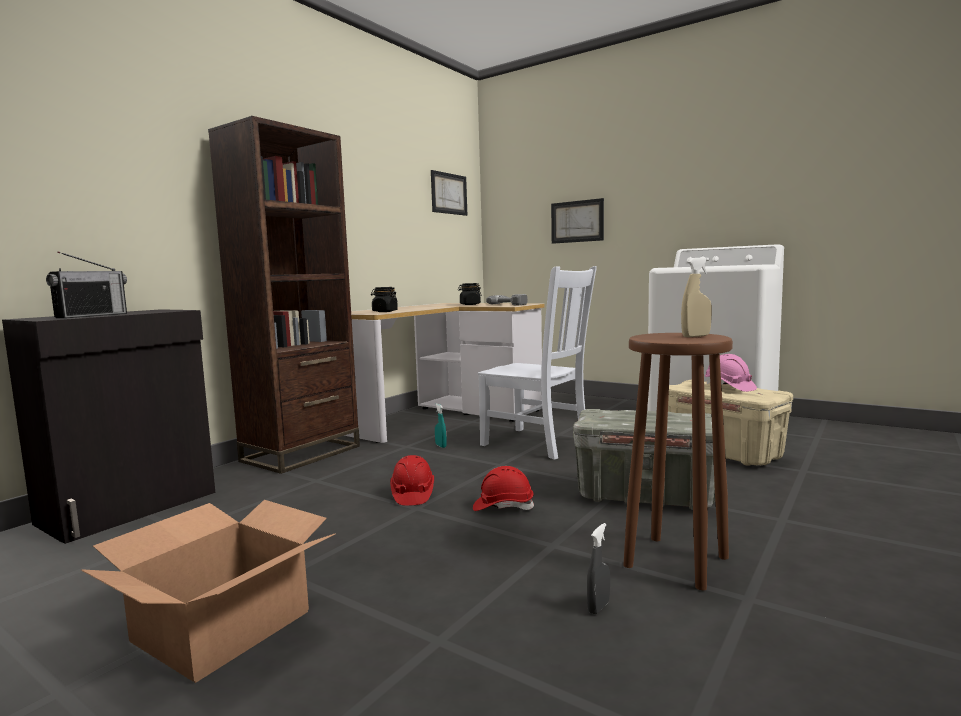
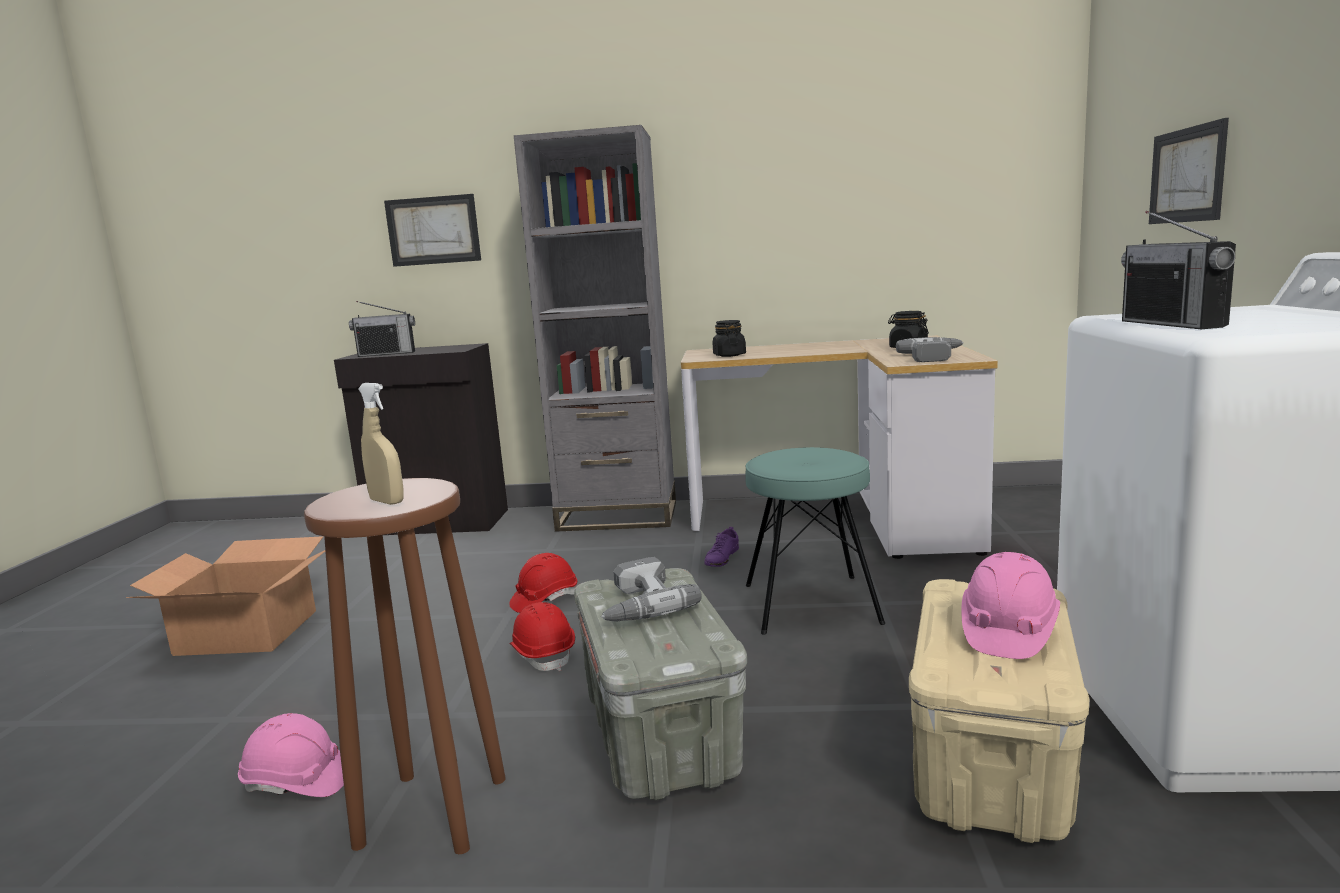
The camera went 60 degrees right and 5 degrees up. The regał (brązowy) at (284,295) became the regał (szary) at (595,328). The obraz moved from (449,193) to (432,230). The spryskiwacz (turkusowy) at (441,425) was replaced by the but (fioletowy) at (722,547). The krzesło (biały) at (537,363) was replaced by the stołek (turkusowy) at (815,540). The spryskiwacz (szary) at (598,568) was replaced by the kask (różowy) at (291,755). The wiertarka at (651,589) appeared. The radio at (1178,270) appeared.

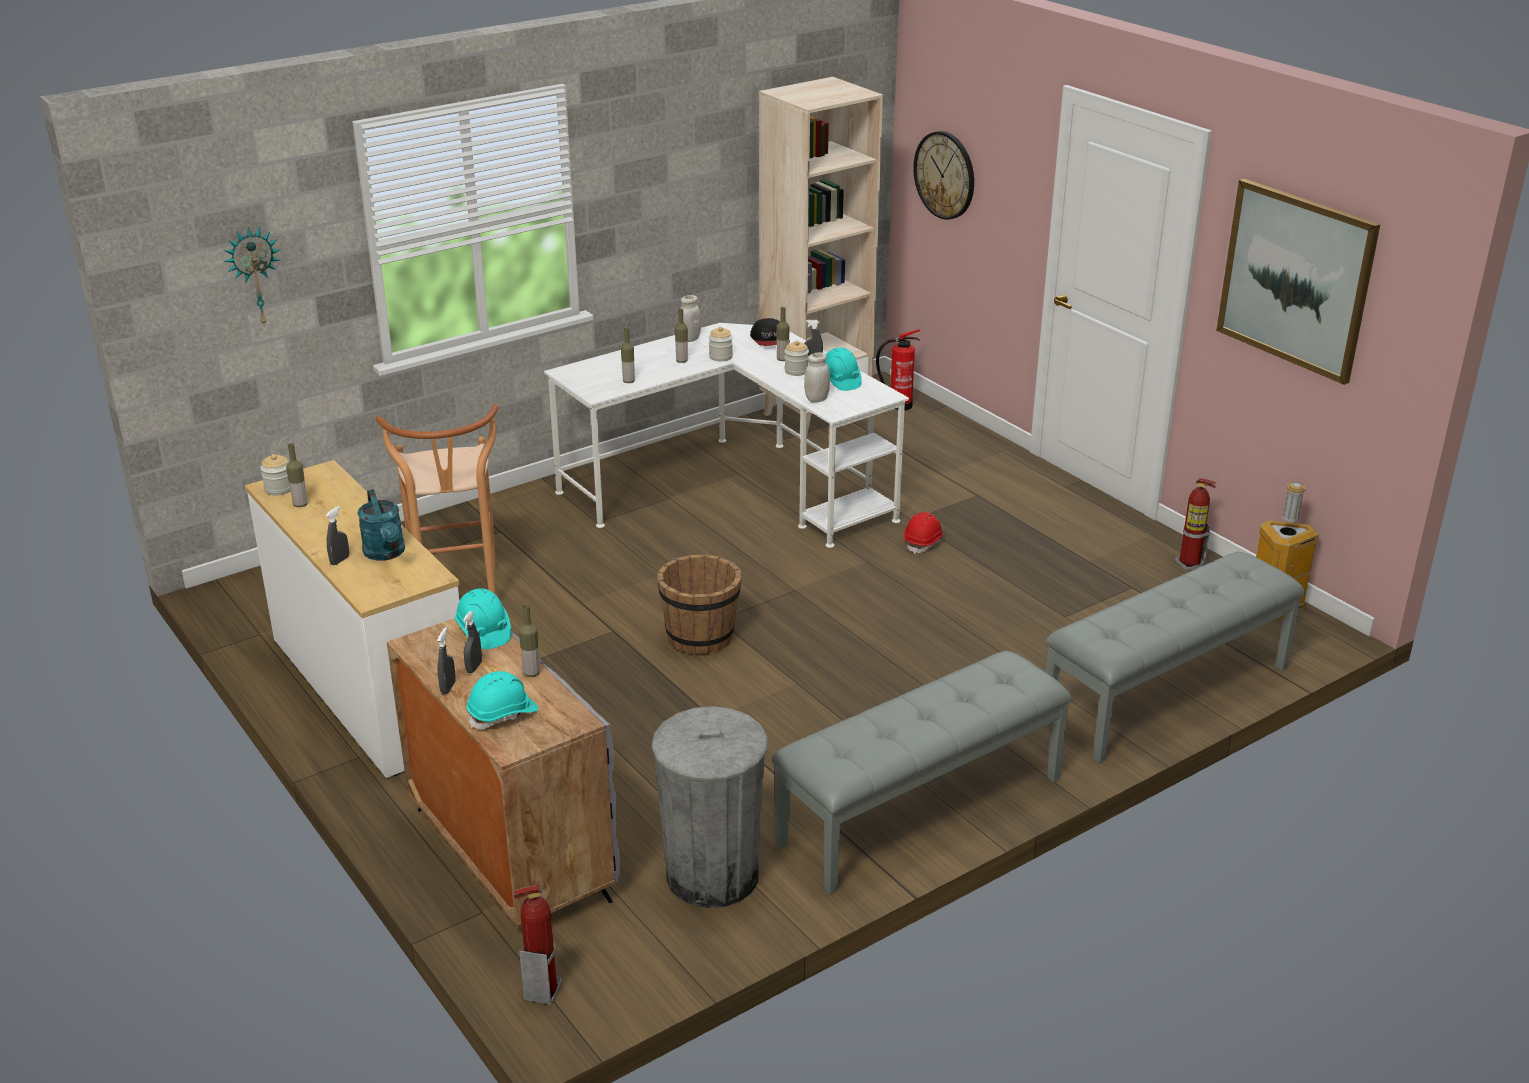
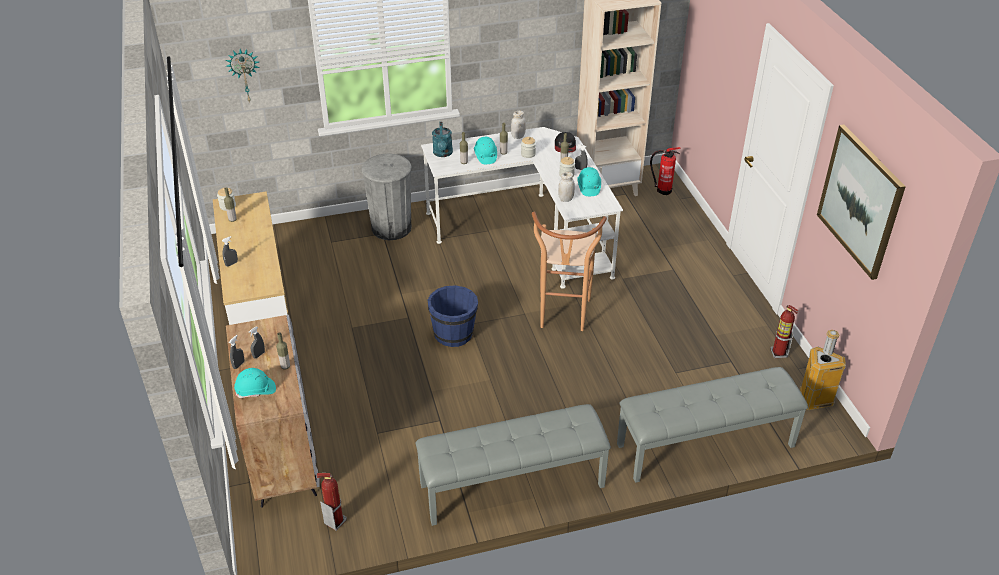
The camera went 20 degrees right and 10 degrees up. The konewka (turkusowy) moved from (381,525) to (442,139). The stołek (brązowy) moved from (437,499) to (569,271). The kask (turkusowy) moved from (483,618) to (485,150). The gaśnica moved from (537,945) to (332,502). The kosz na śmieci (szary) moved from (710,807) to (386,196). The wiadro (brązowy) at (699,604) became the wiadro (niebieski) at (453,316). The kask (czerwony) at (924,533) disappeared. The zegar ścienny at (943,175) disappeared.

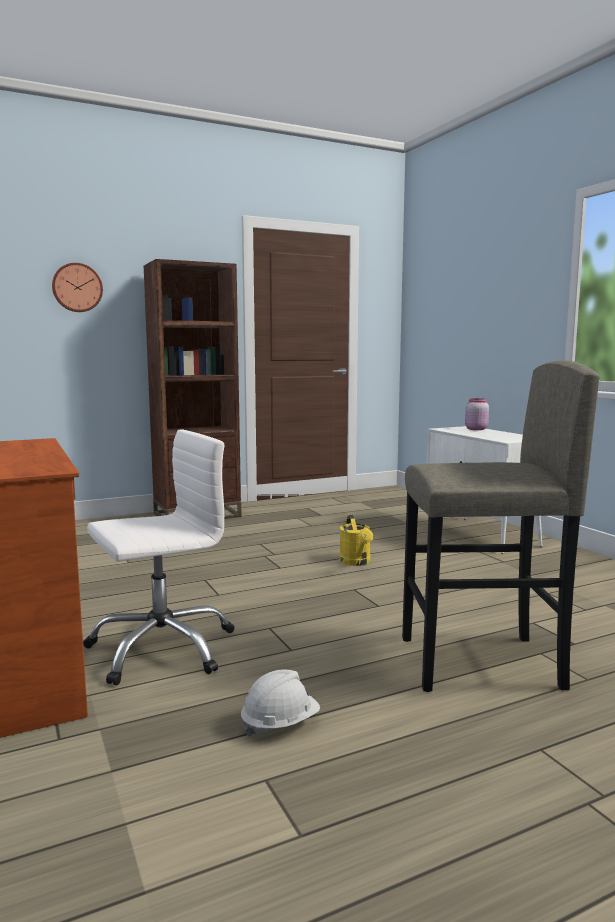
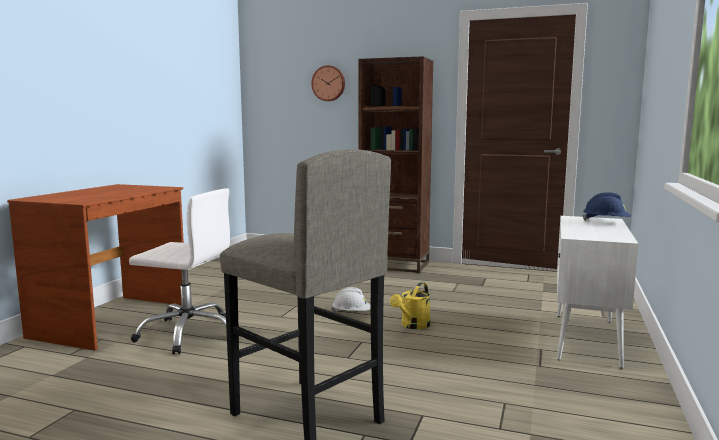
The camera went 45 degrees right and 0 degrees up. The kask (biały) moved from (280,703) to (351,300). The słoik (różowy) at (477,414) was replaced by the kask (niebieski) at (606,206).

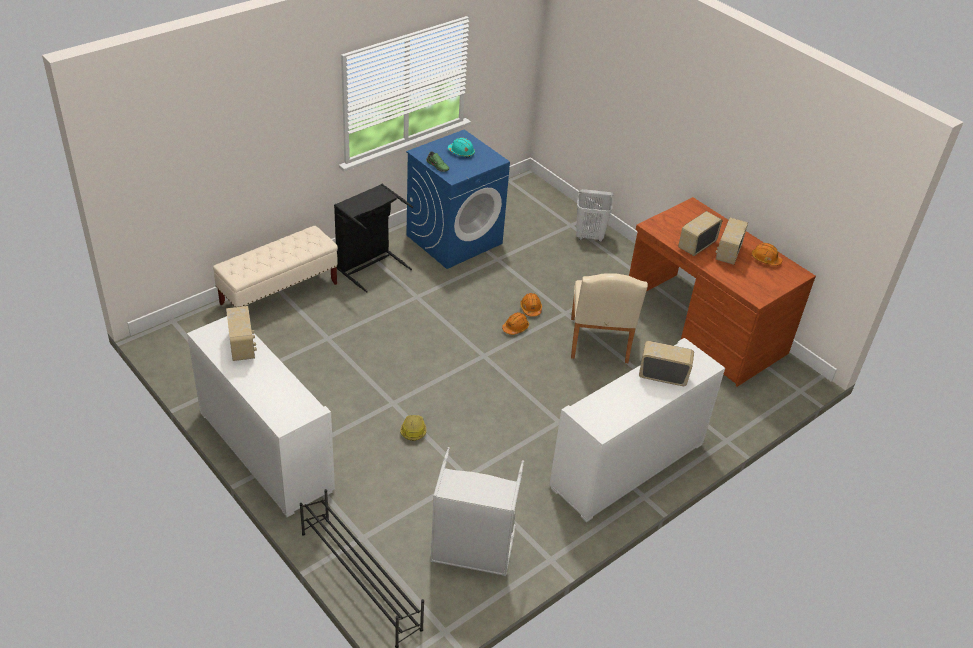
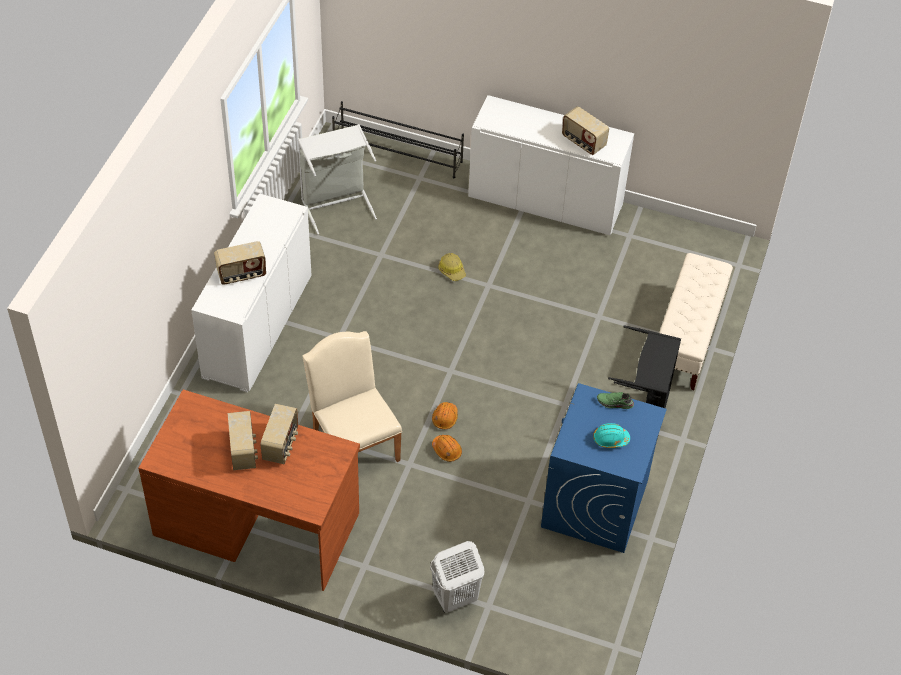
The camera went 150 degrees right and 10 degrees up. The kask (pomarańczowy) at (766,254) disappeared.

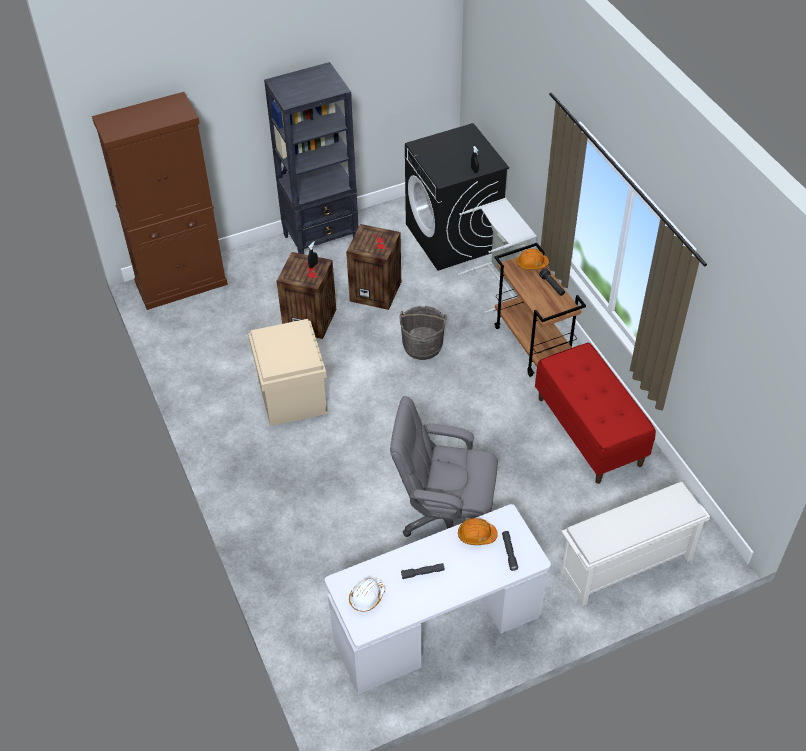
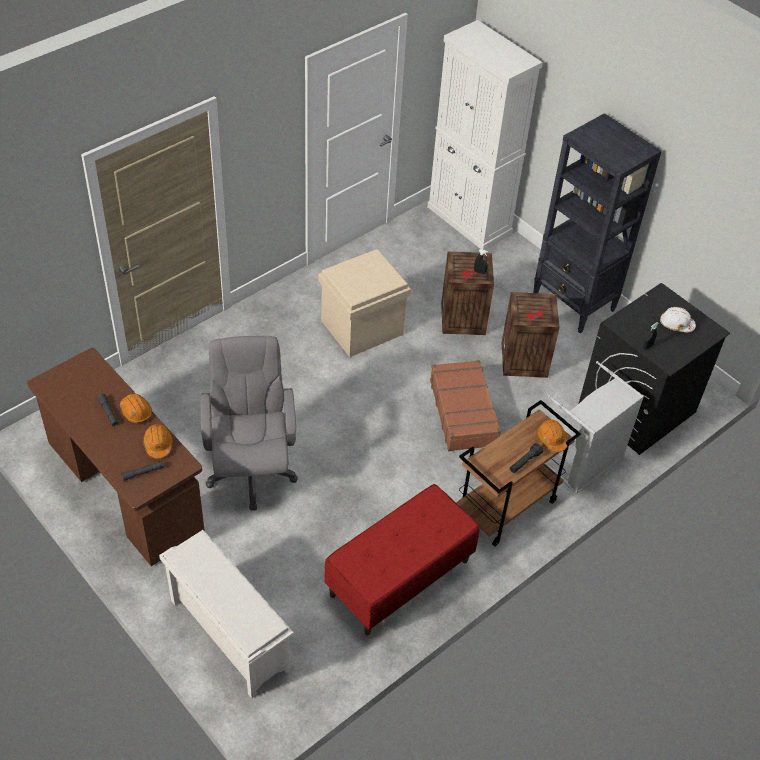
The camera went 70 degrees right and 0 degrees up. The szafka (brązowy) at (160,201) became the szafka (biały) at (485,135). The biurko (biały) at (438,599) became the biurko (brązowy) at (116,457). The kask (biały) moved from (367,595) to (678,319). The wiadro (szary) at (423,333) was replaced by the walizka (brązowy) at (465,405). The kask (pomarańczowy) at (136,408) appeared.

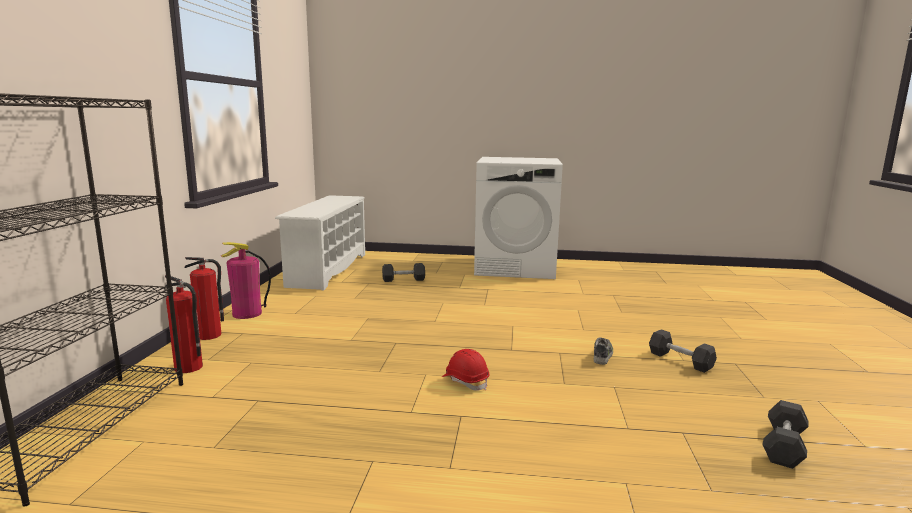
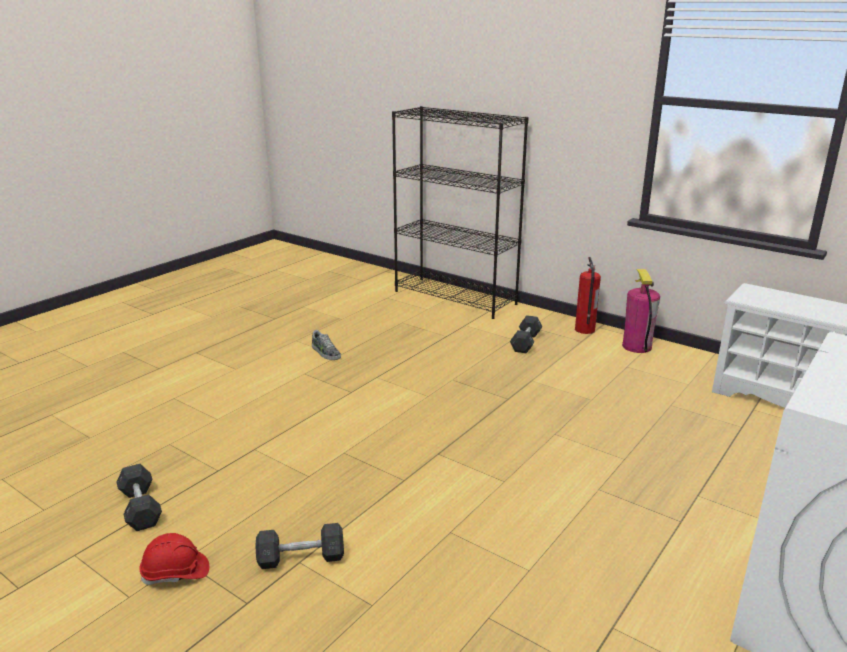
The camera went 120 degrees right and 10 degrees up. The gaśnica at (184,324) disappeared. The hantel (szary) moved from (403,272) to (526,334). The kask (czerwony) moved from (466,370) to (174,559). The but moved from (603,351) to (326,345).

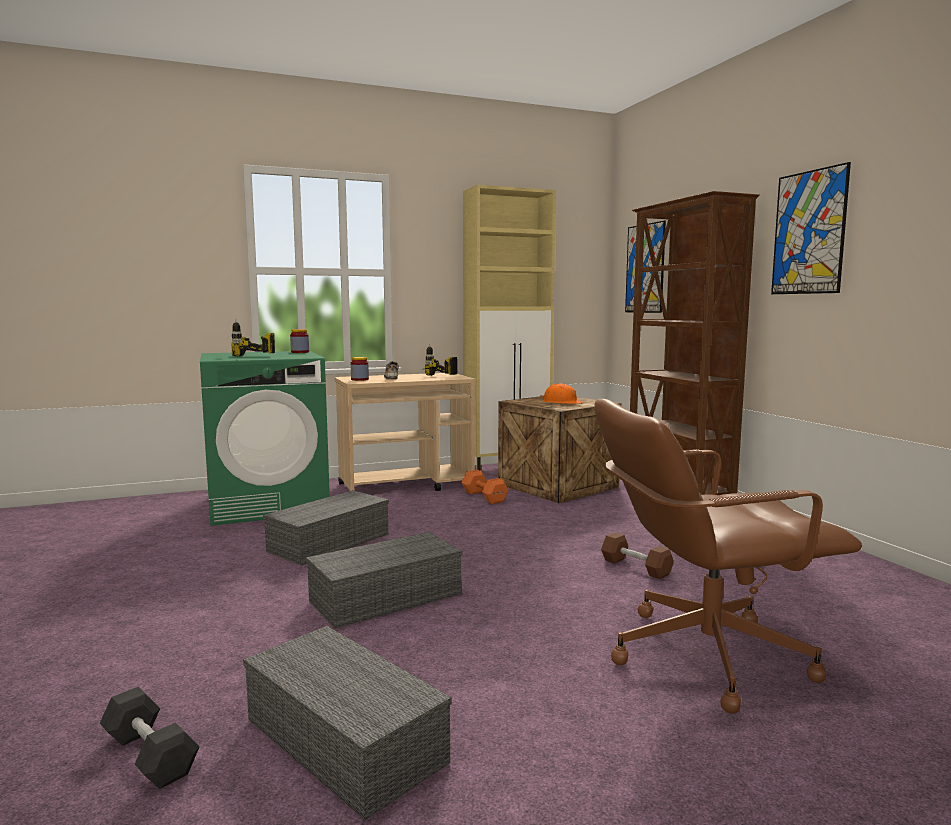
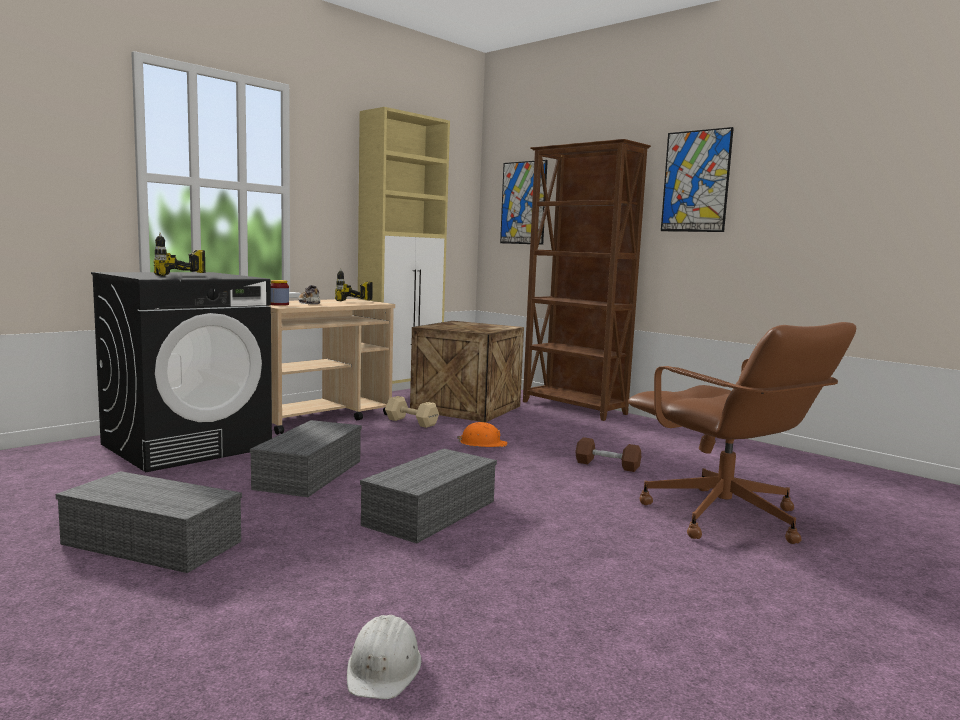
The camera went 25 degrees left and 0 degrees up. The hantel (czarny) at (150,738) was replaced by the kask (biały) at (384,657). The pralka (zielony) at (265,438) became the pralka (czarny) at (181,372). The pojemnik do przechowywania (szary) moved from (347,723) to (149,522). The słoik at (299,341) disappeared. The hantel (pomarańczowy) at (485,487) became the hantel (beżowy) at (412,412). The kask (pomarańczowy) moved from (562,393) to (482,434). The krzesło biurowe (brązowy) at (728,556) turned 90 degrees counterclockwise.

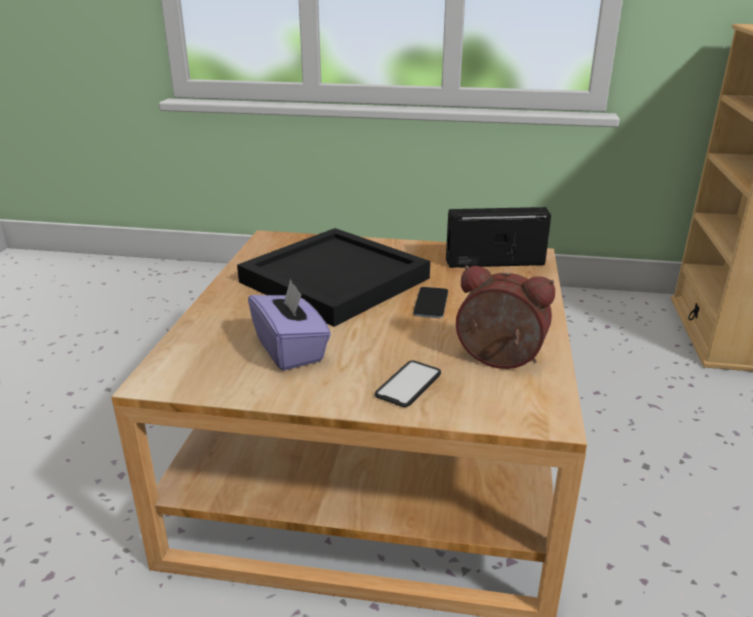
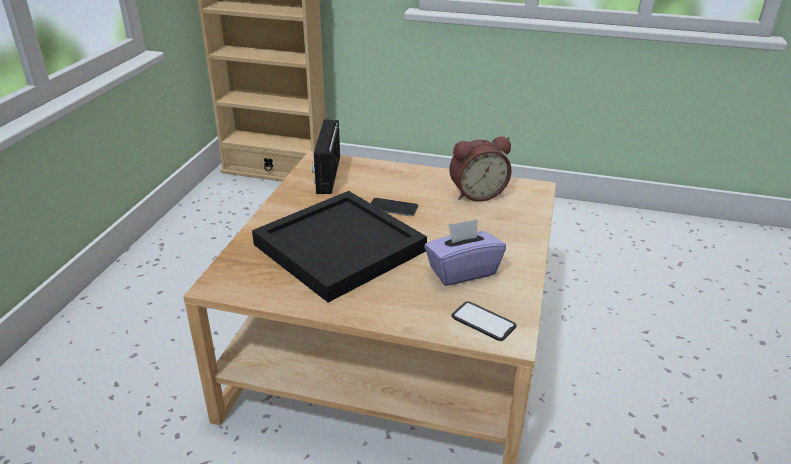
The camera went 85 degrees left and 5 degrees up. The telefon moved from (408,383) to (484,321). The budzik at (505,317) turned 135 degrees counterclockwise.

